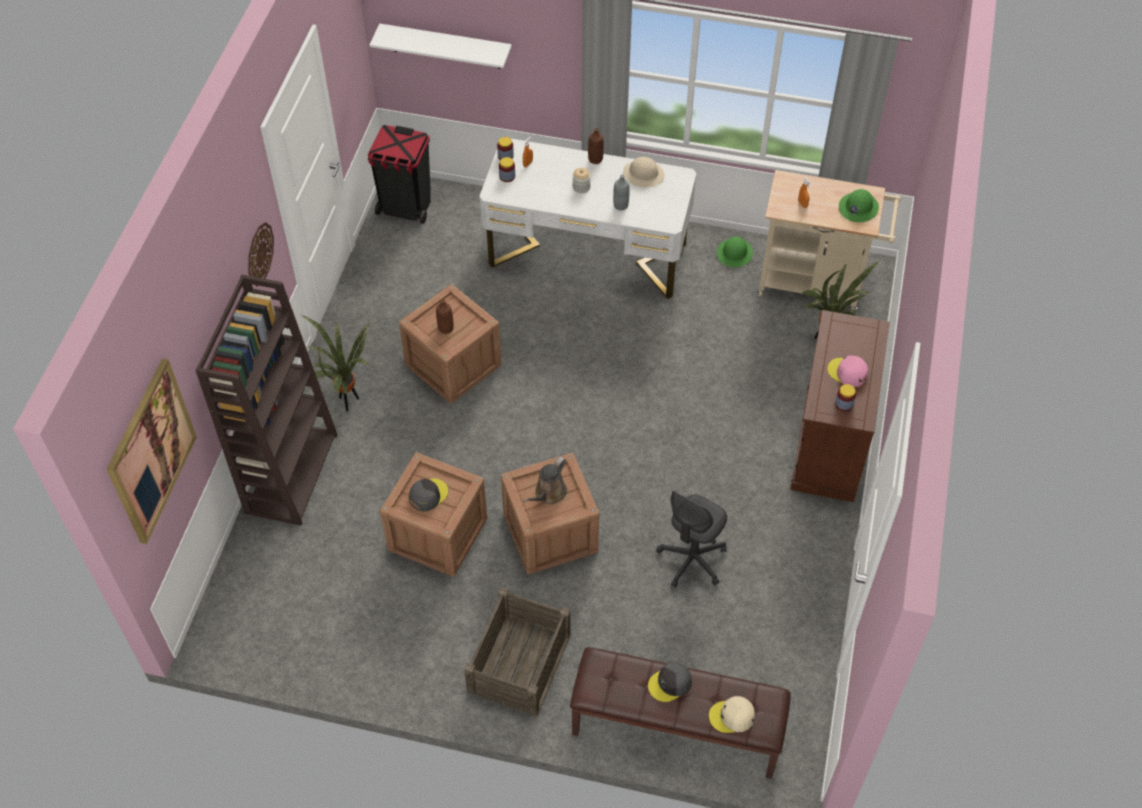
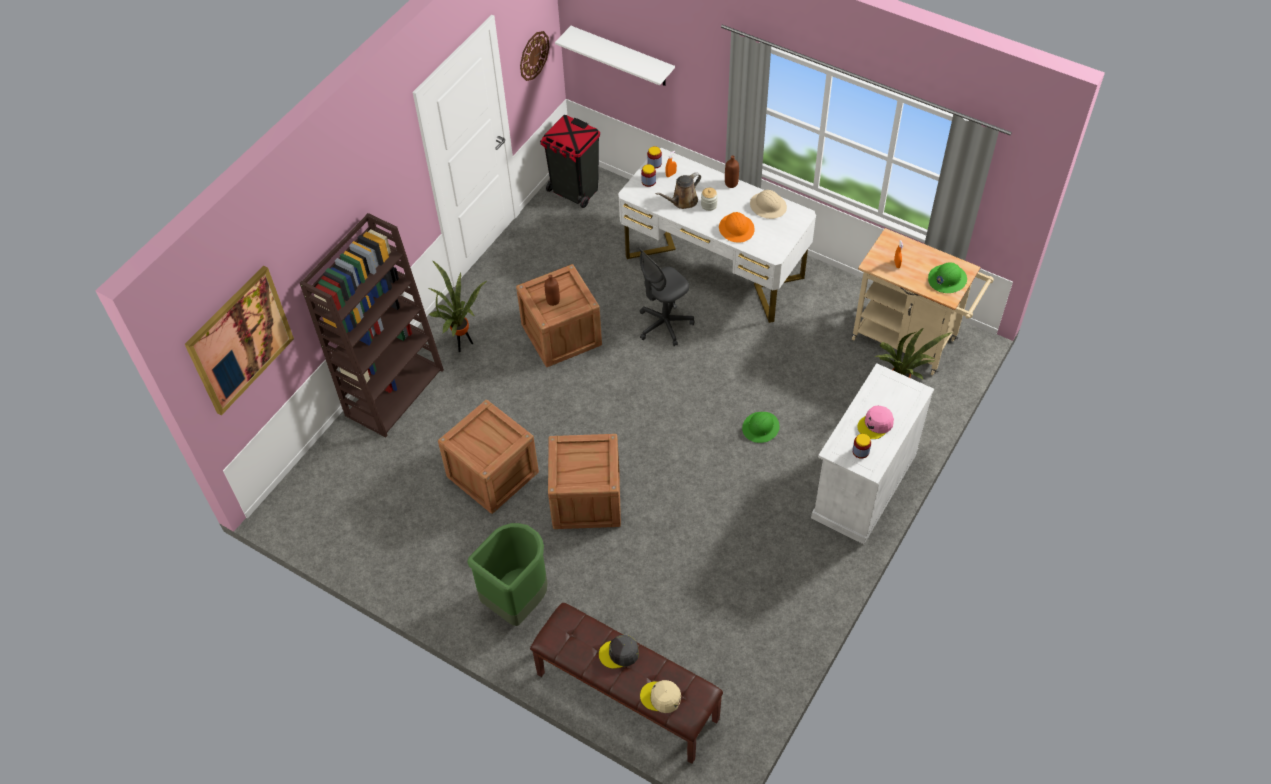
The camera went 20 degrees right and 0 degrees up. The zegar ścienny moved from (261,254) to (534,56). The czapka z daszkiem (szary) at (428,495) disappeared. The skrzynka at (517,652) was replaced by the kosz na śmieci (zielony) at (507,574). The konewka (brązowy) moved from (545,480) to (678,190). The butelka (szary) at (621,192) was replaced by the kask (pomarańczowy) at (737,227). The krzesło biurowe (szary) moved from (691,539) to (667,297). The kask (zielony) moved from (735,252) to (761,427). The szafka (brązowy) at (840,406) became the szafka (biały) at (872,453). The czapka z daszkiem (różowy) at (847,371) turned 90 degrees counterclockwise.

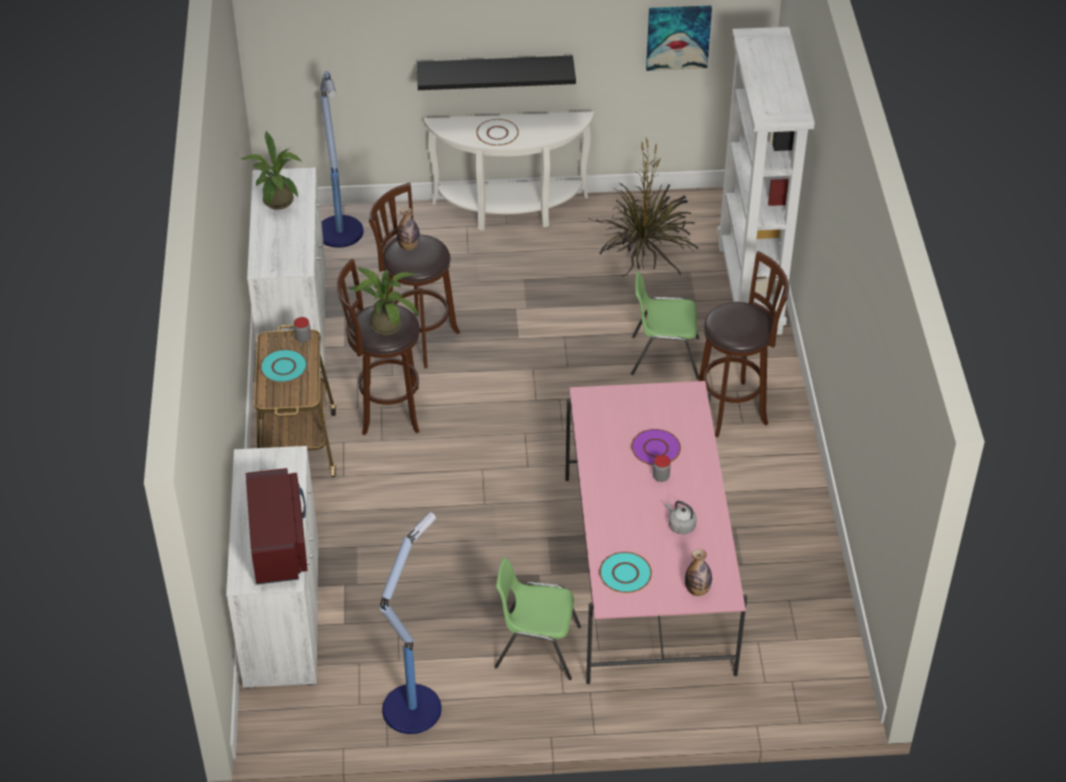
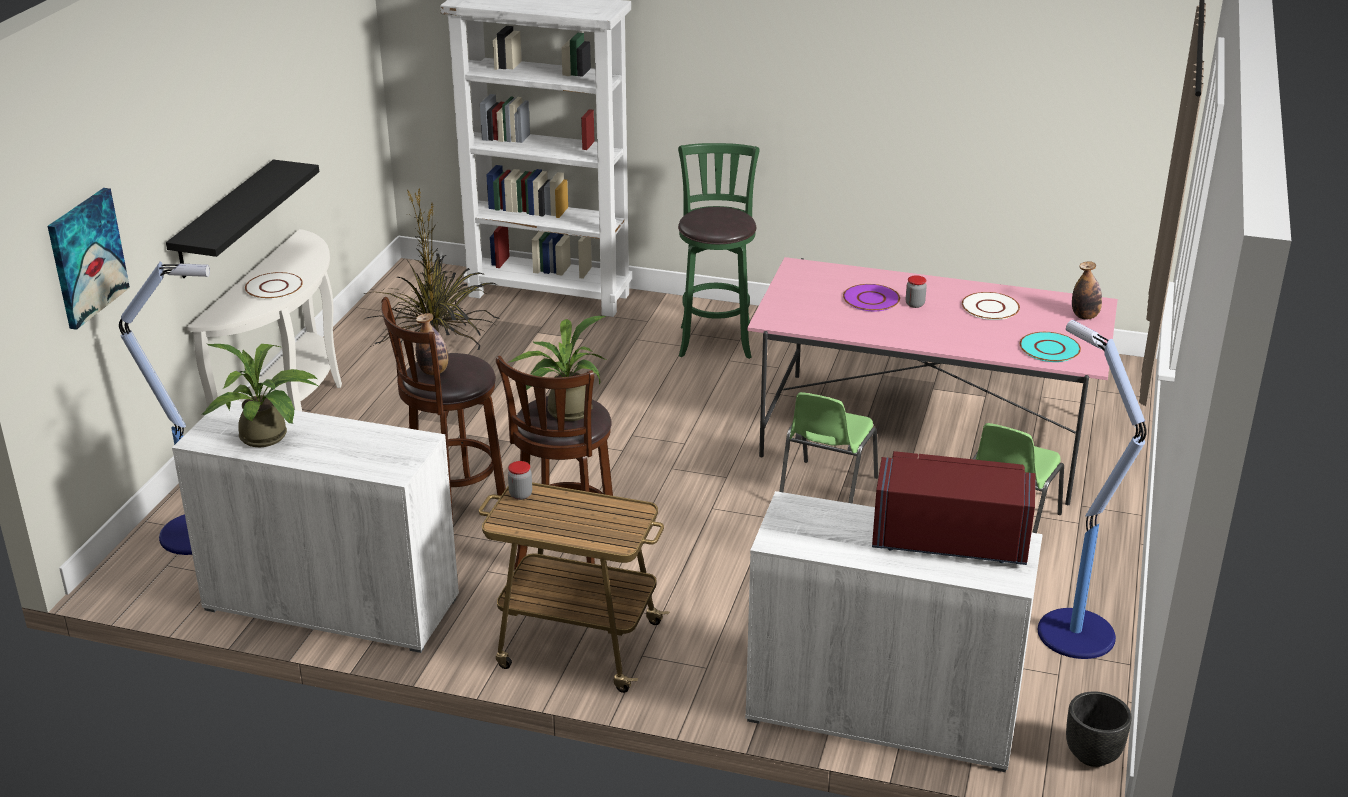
The camera went 70 degrees left and 15 degrees down. The talerz (turkusowy) at (283,366) disappeared. The krzesło (zielony) moved from (665,325) to (828,448). The obraz moved from (679,38) to (89,259). The czajnik (szary) at (681,517) was replaced by the talerz (biały) at (991,306). The stołek (brązowy) at (743,344) became the stołek (zielony) at (718,251). The donica (czarny) at (1099,729) appeared.

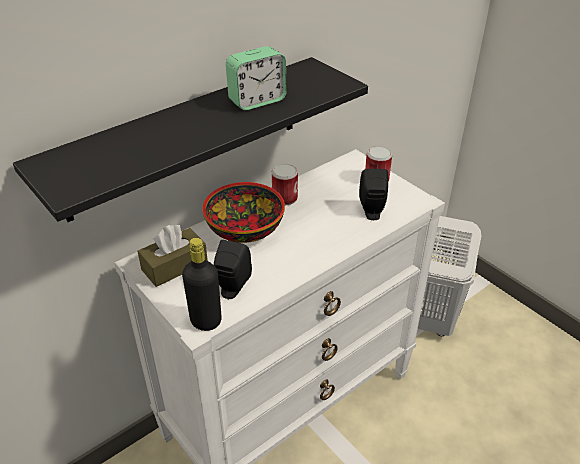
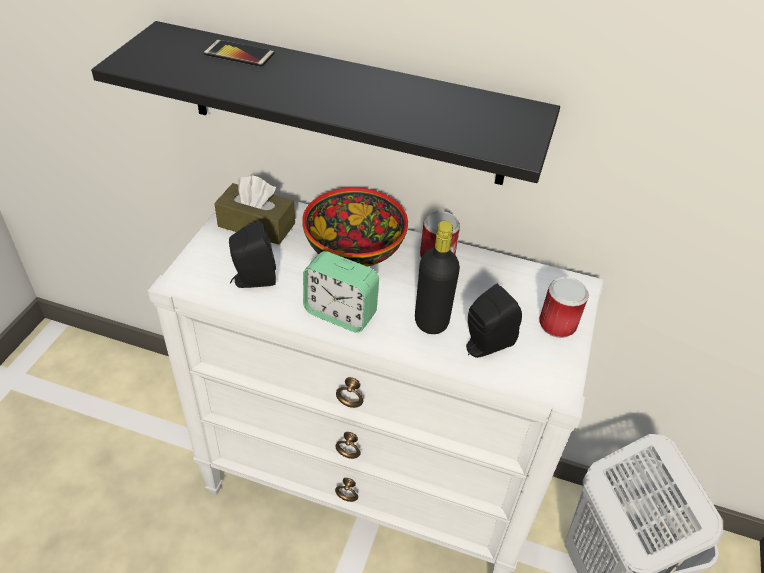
The camera went 55 degrees right and 5 degrees up. The butelka (czarny) moved from (202,284) to (437,277). The budzik moved from (256,78) to (341,292). The telefon at (239,53) appeared.

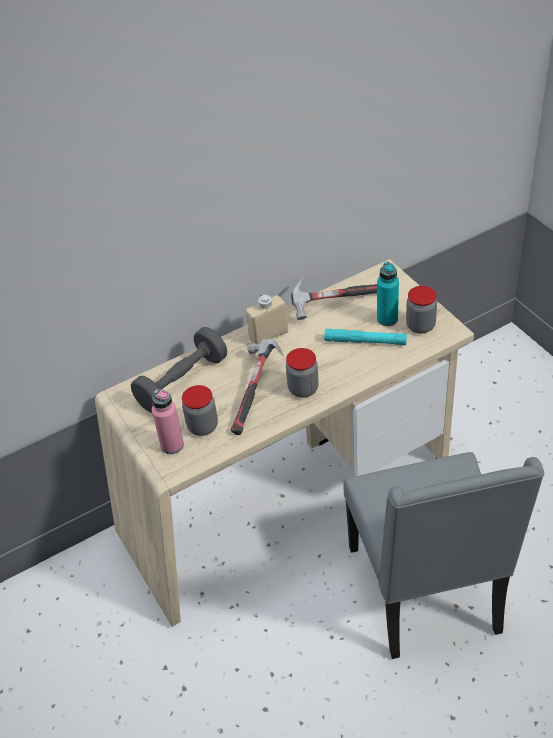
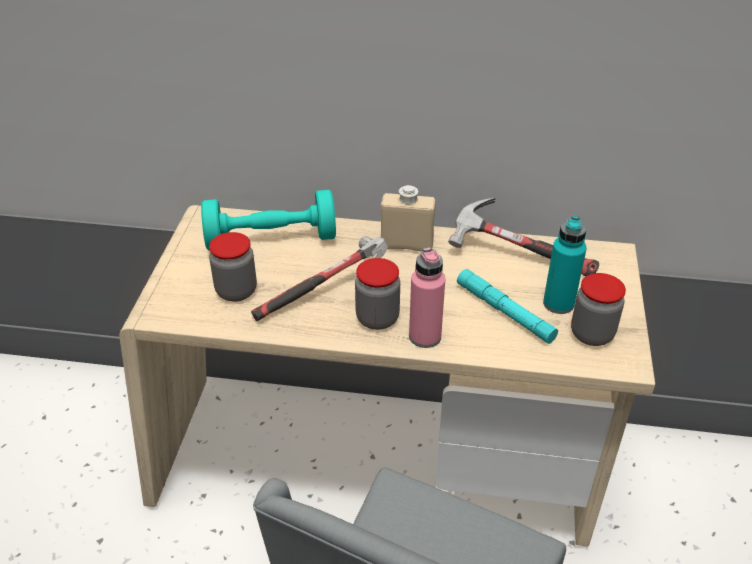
The camera went 35 degrees right and 5 degrees down. The hantel (szary) at (179,370) became the hantel (turkusowy) at (268,220). The butelka (różowy) moved from (168,421) to (427,297).

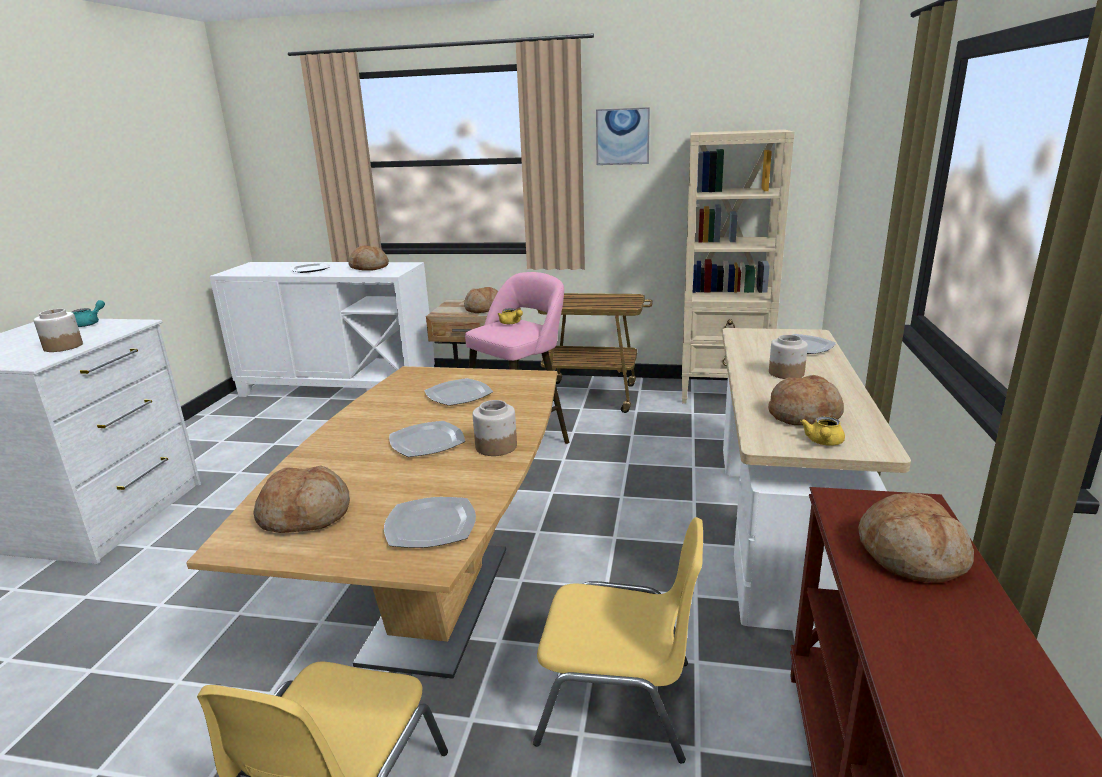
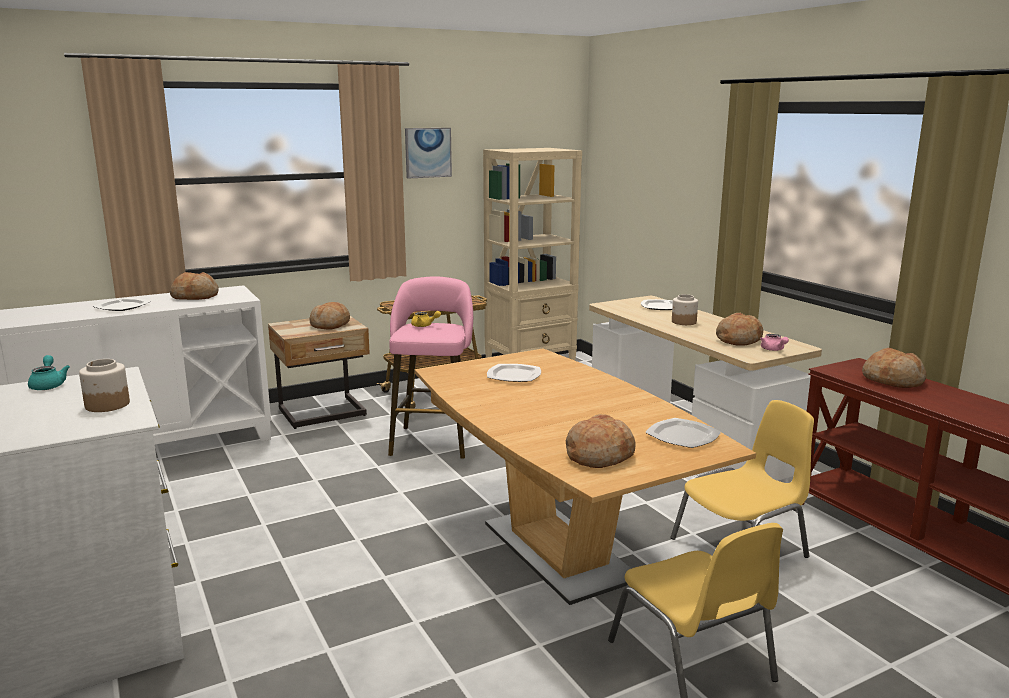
The camera went 40 degrees left and 5 degrees down. The talerz at (427,439) disappeared. The słoik at (495,428) disappeared. The imbryk (żółty) at (822,431) became the imbryk (różowy) at (774,342).

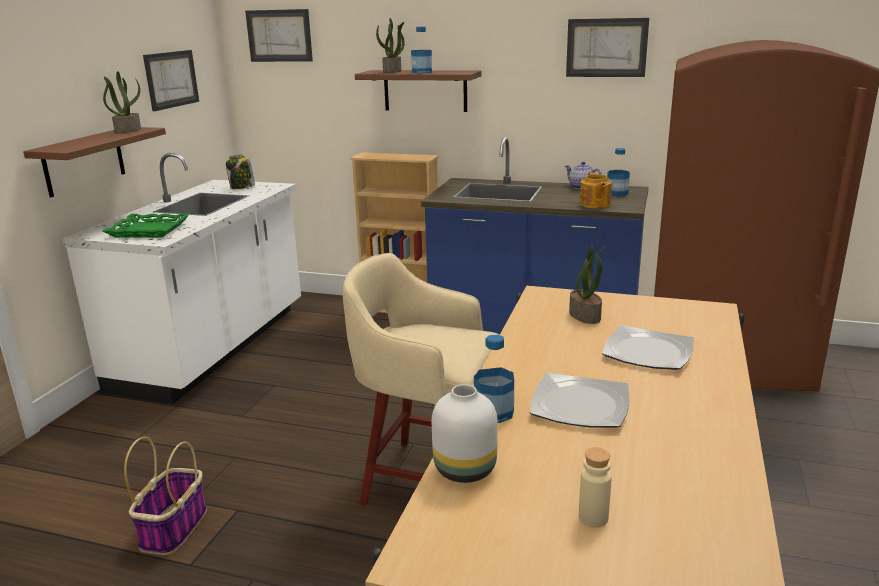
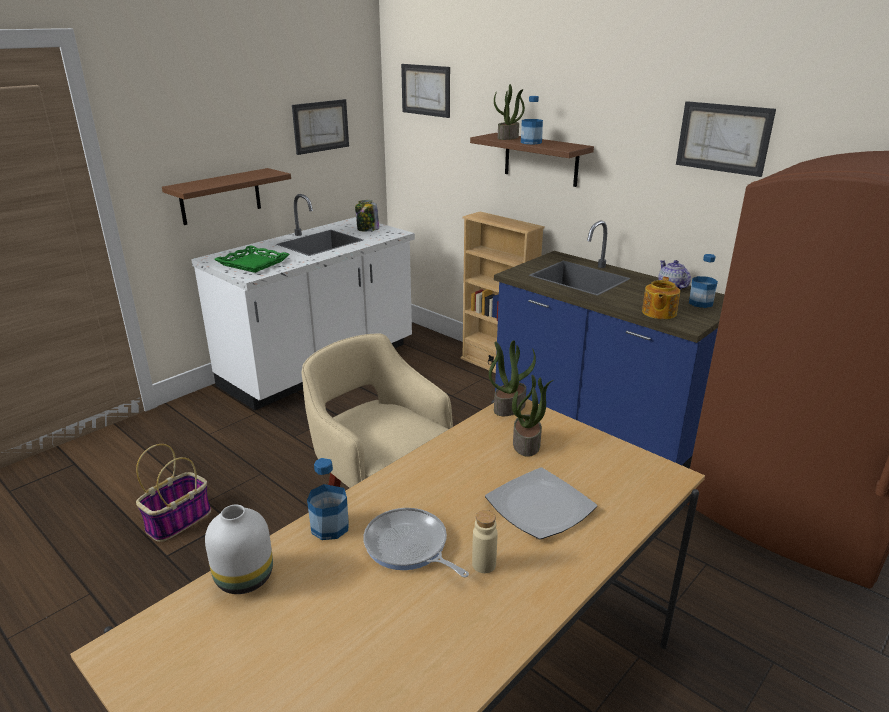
The camera went 25 degrees right and 5 degrees up. The roślina doniczkowa moved from (122,102) to (512,378). The talerz at (579,400) was replaced by the patelnia at (416,543). The butelka (beżowy) moved from (595,488) to (485,541).

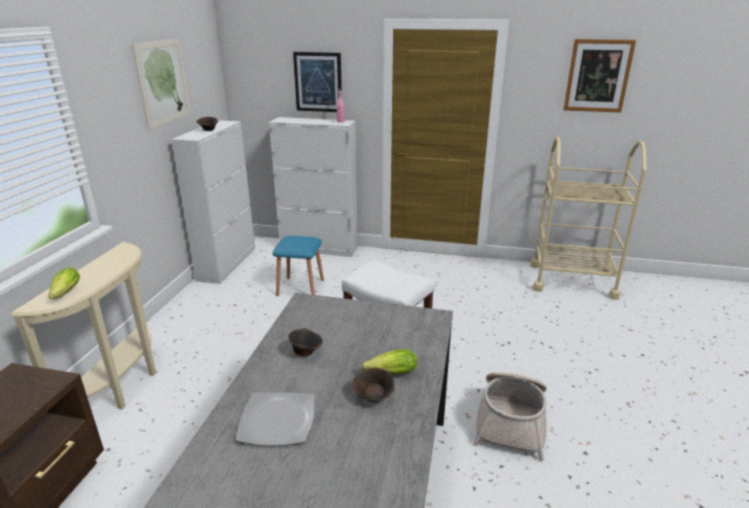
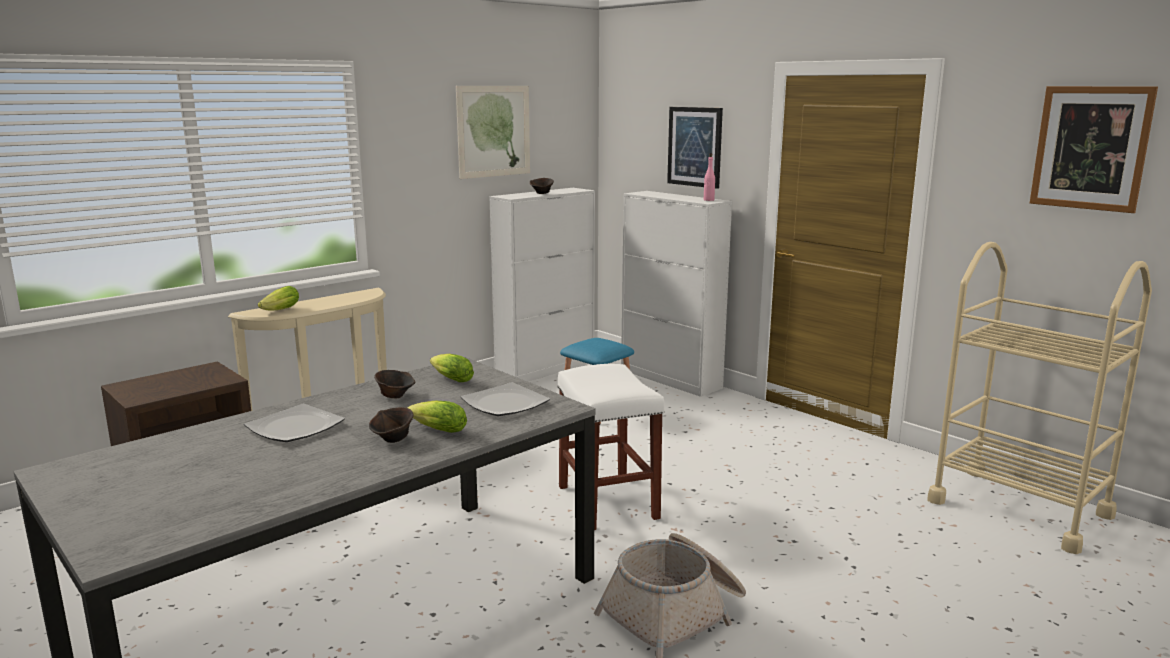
The camera went 35 degrees right and 10 degrees down. The sałata at (452,368) appeared. The talerz at (505,399) appeared.

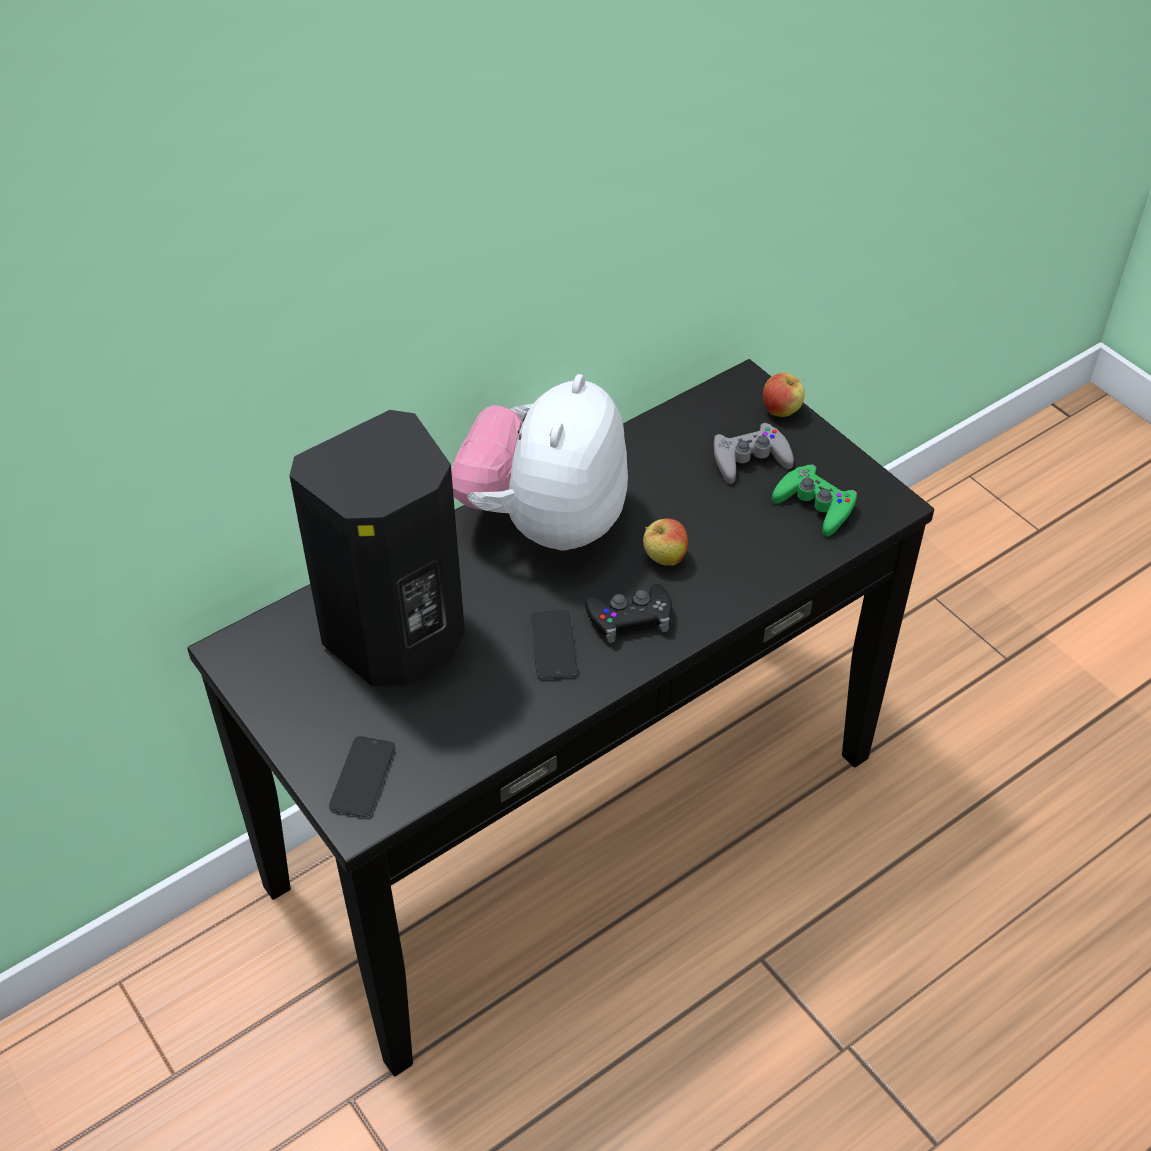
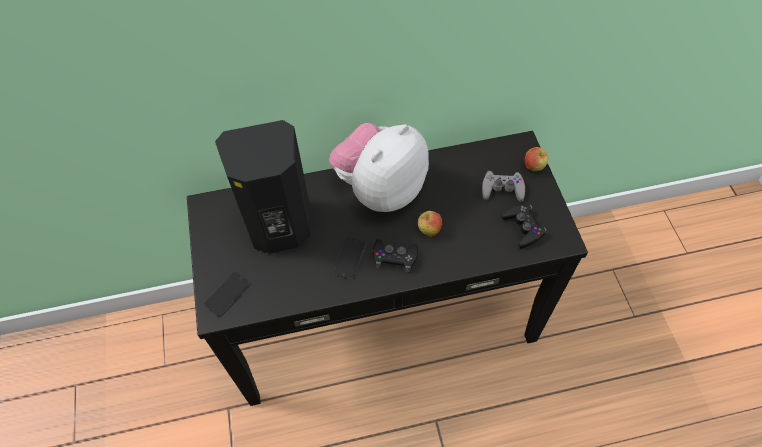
The camera went 25 degrees right and 10 degrees up. The pad do gier (zielony) at (814,500) became the pad do gier (czarny) at (524,226).

